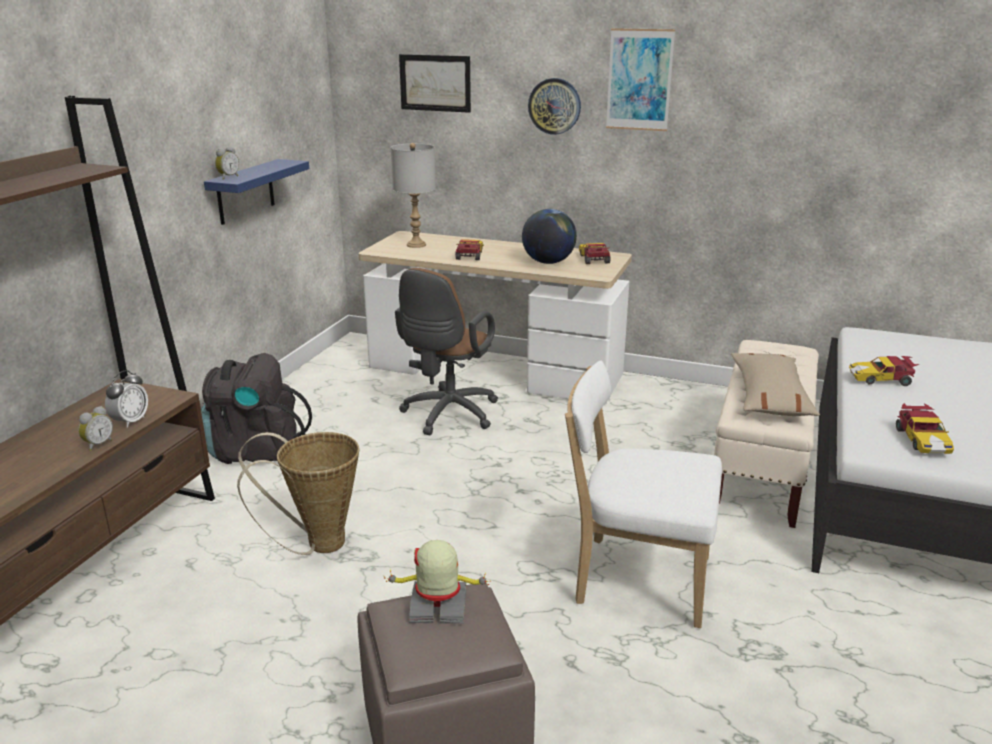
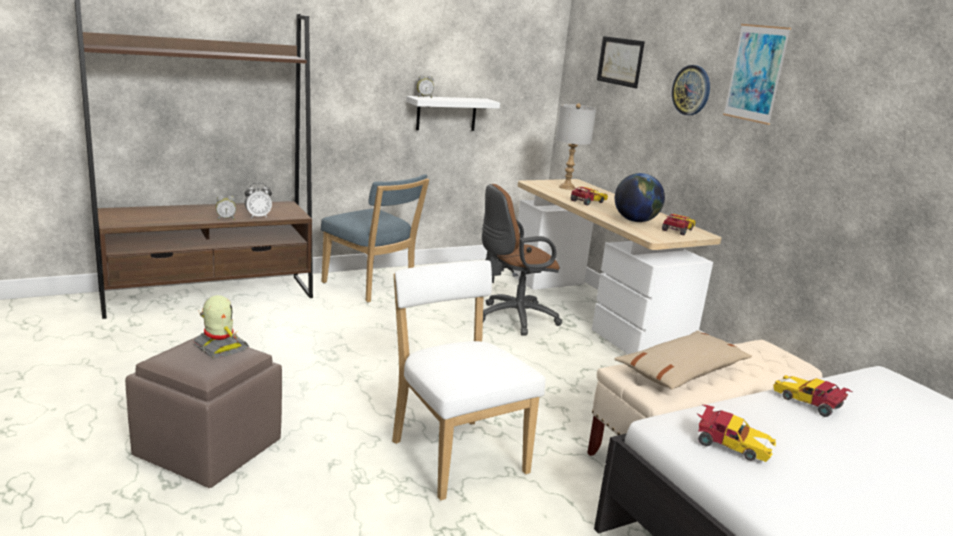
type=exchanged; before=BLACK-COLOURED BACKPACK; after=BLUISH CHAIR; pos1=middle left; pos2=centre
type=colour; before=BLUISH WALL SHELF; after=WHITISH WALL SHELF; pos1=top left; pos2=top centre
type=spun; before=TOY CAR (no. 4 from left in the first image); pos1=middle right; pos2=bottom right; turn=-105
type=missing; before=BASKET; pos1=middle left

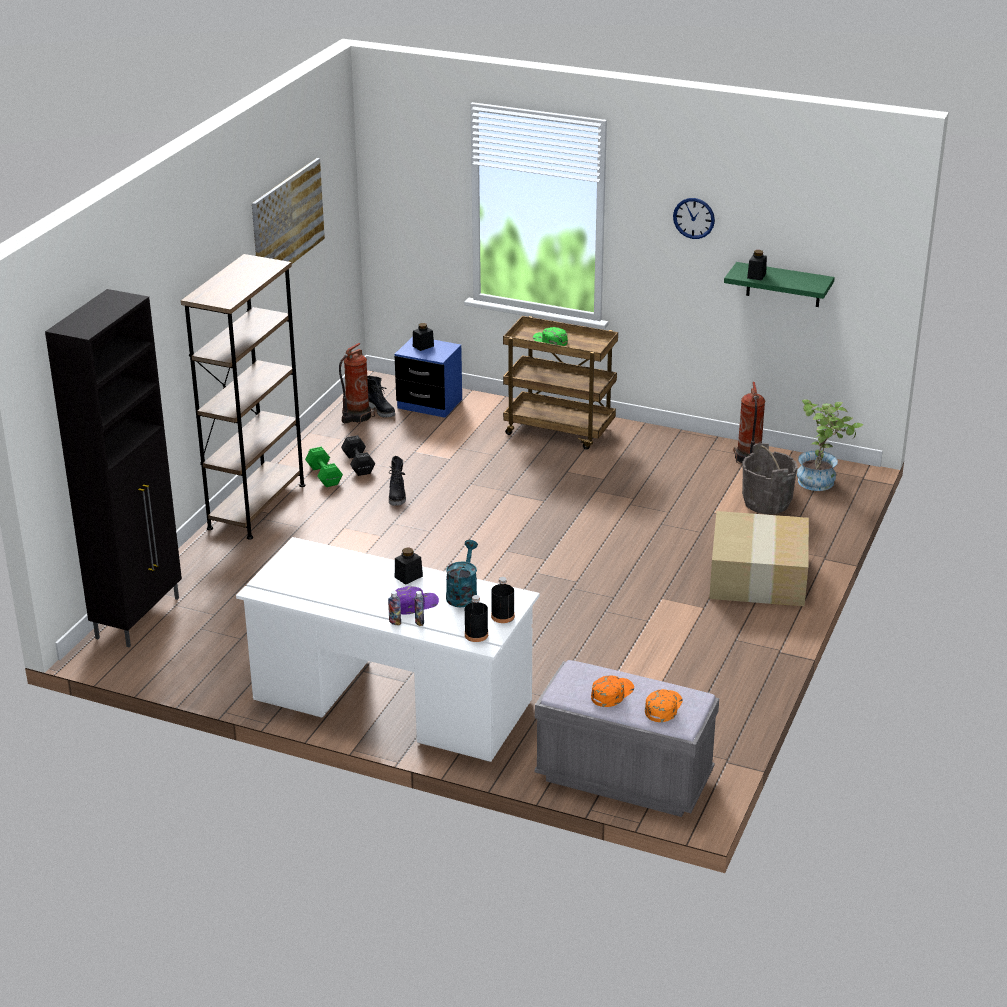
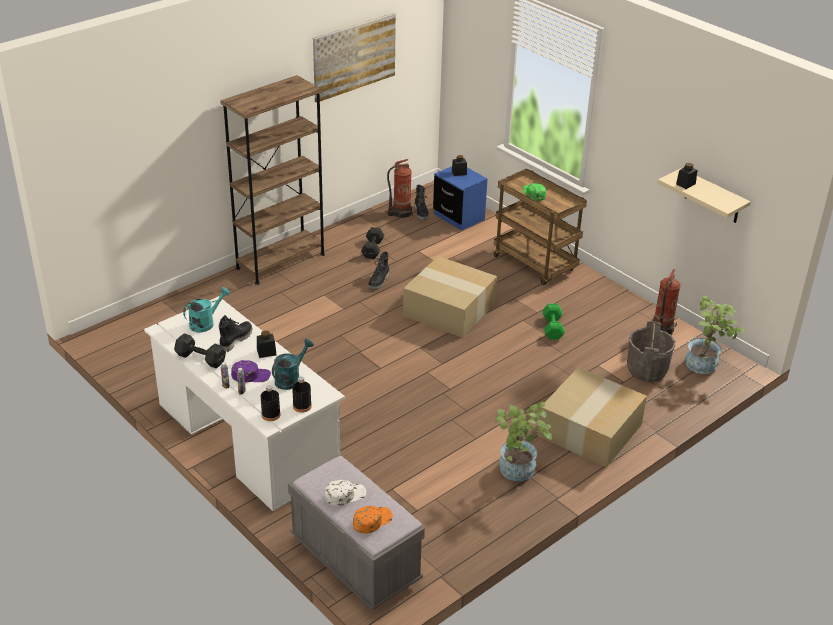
type=appeared; after=BLACK-COLOURED HAND WEIGHT (no. 1 from left); pos2=middle left
type=appeared; after=TURQUOISE SPRINKLING CAN (no. 1 from left); pos2=middle left
type=appeared; after=BLACK-COLOURED BOOT (no. 1 from left); pos2=middle left
type=colour; before=ORANGEY CAP (no. 1 from left); after=WHITISH CAP; pos1=bottom centre; pos2=bottom centre
type=appeared; after=CARDBOARD BOX (no. 1 from left); pos2=centre
type=appeared; after=PLANT IN A POT (no. 1 from left); pos2=bottom centre
type=relocated; before=GREEN HAND WEIGHT; pos1=middle left; pos2=centre
type=colour; before=GREEN WALL SHELF; after=BEIGE WALL SHELF; pos1=top right; pos2=top right
type=missing; before=BLACK-COLOURED CABINET; pos1=middle left
type=missing; before=WALL CLOCK; pos1=top right

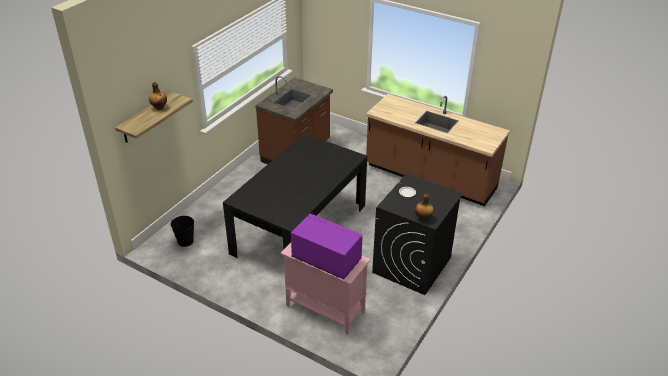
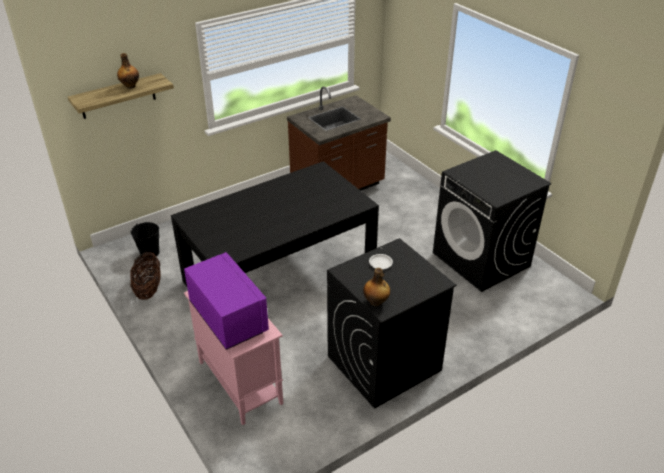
type=appeared; after=BASKET; pos2=middle left
type=exchanged; before=BROWNISH COUNTER (no. 2 from left); after=BLACK-COLOURED LAUNDRY MACHINE (no. 2 from left); pos1=centre; pos2=middle right

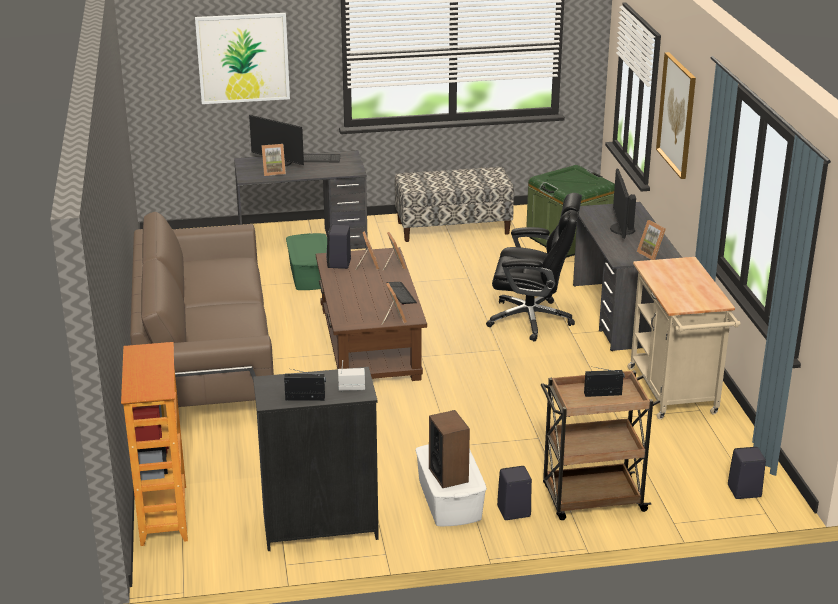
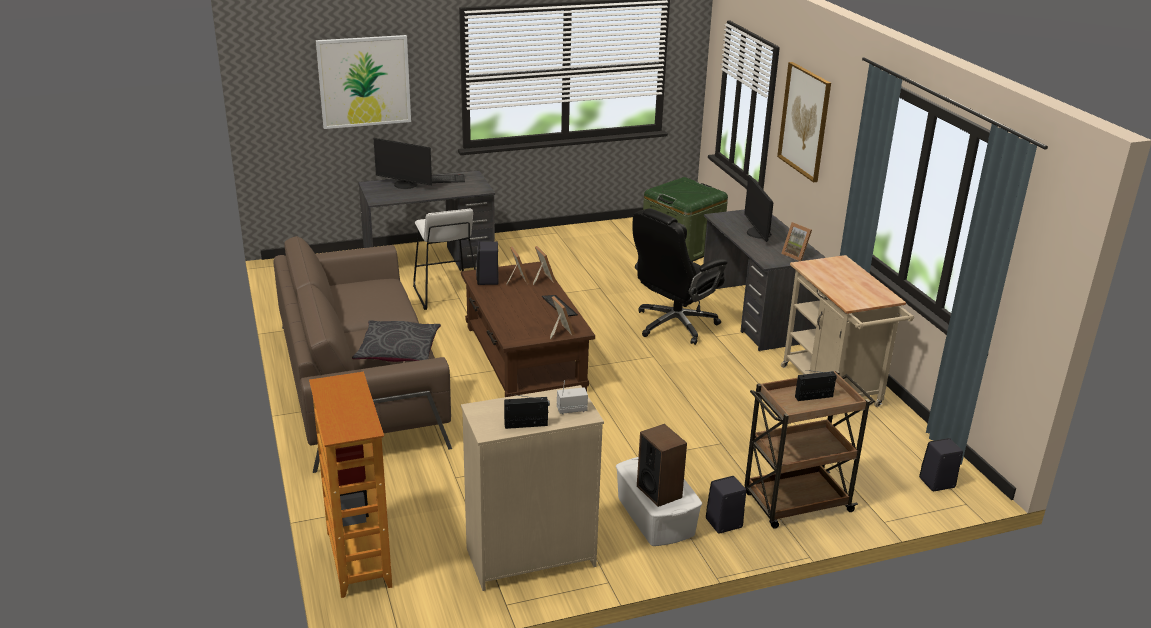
type=appeared; after=GREY THROW PILLOW; pos2=centre
type=exchanged; before=GREEN STORAGE CONTAINER (no. 1 from left); after=WHITISH SITTING STOOL; pos1=centre; pos2=centre
type=colour; before=BLACK-COLOURED DRESSER; after=BEIGE DRESSER; pos1=bottom centre; pos2=bottom centre
type=spun; before=BLACK-COLOURED OFFICE CHAIR; pos1=centre; pos2=centre; turn=135
type=missing; before=STANDING FRAME (no. 1 from left); pos1=top left
type=missing; before=BENCH; pos1=centre

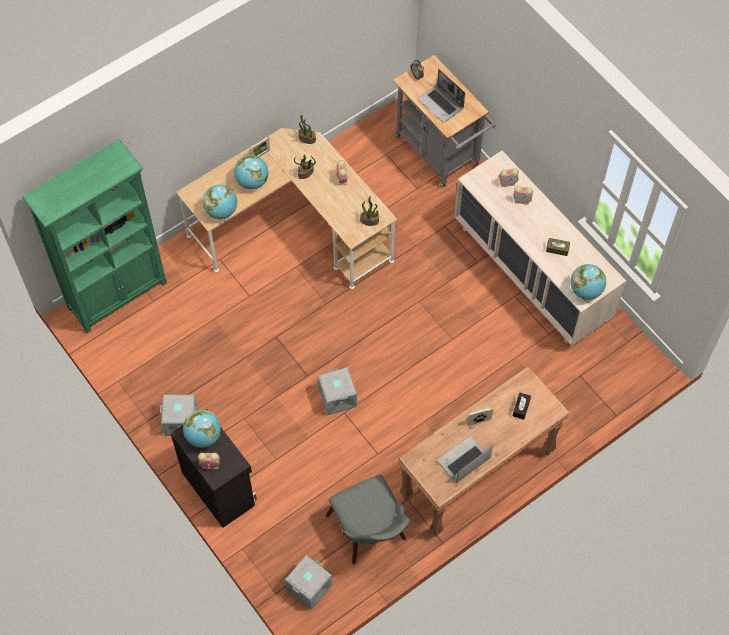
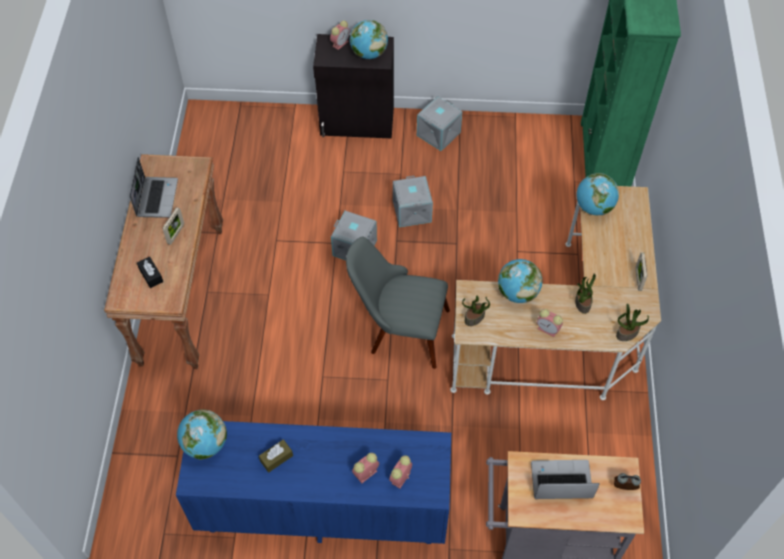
type=colour; before=BEIGE DRESSER; after=BLUISH DRESSER; pos1=middle right; pos2=bottom centre
type=relocated; before=GREY CHAIR; pos1=bottom centre; pos2=centre
type=relocated; before=GREY STORAGE CONTAINER (no. 2 from left); pos1=bottom centre; pos2=centre
type=relocated; before=DESK GLOBE (no. 3 from left); pos1=top centre; pos2=centre

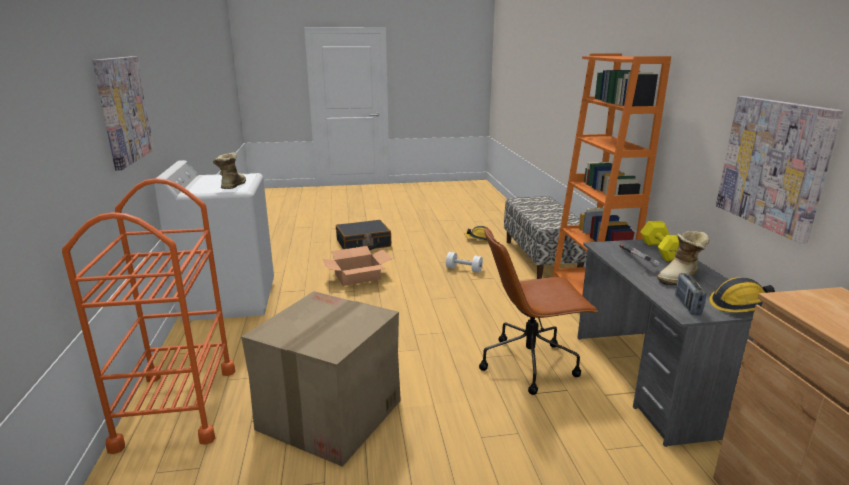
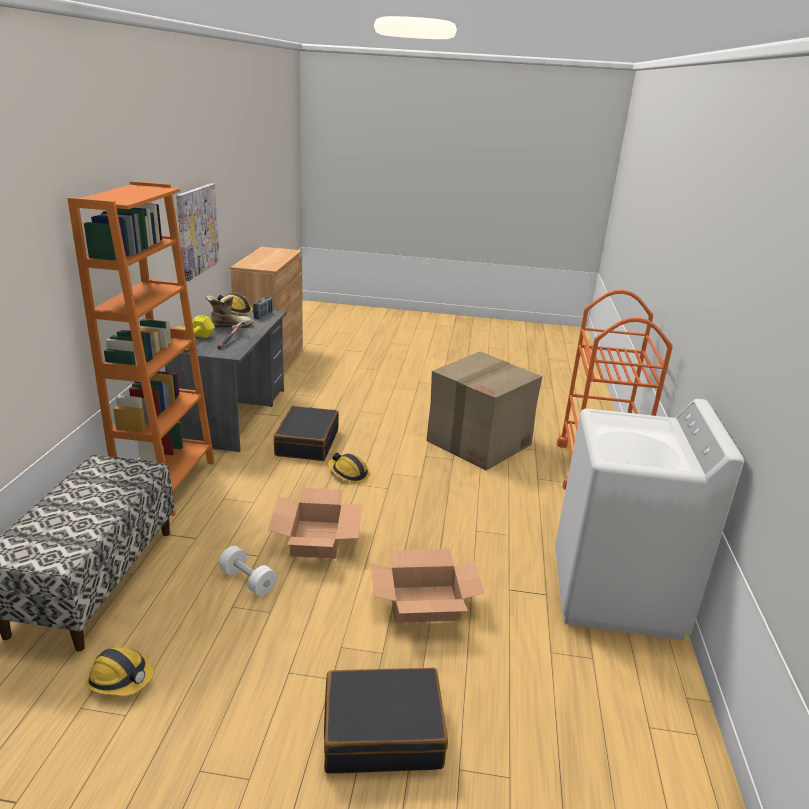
type=appeared; after=CARDBOARD BOX (no. 1 from left); pos2=centre
type=exchanged; before=BROWNISH OFFICE CHAIR; after=BLACK-COLOURED TRAVEL CASE (no. 1 from left); pos1=centre; pos2=centre
type=appeared; after=SAFETY HELMET (no. 3 from left); pos2=centre
type=missing; before=WALL PICTURE (no. 1 from left); pos1=top left
type=missing; before=BOOT (no. 1 from left); pos1=middle left

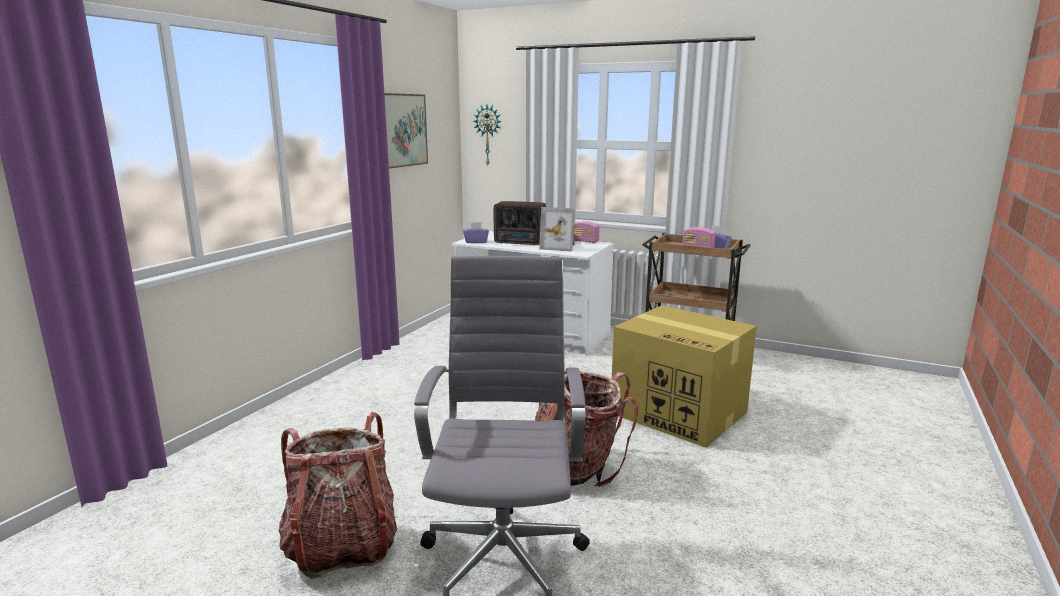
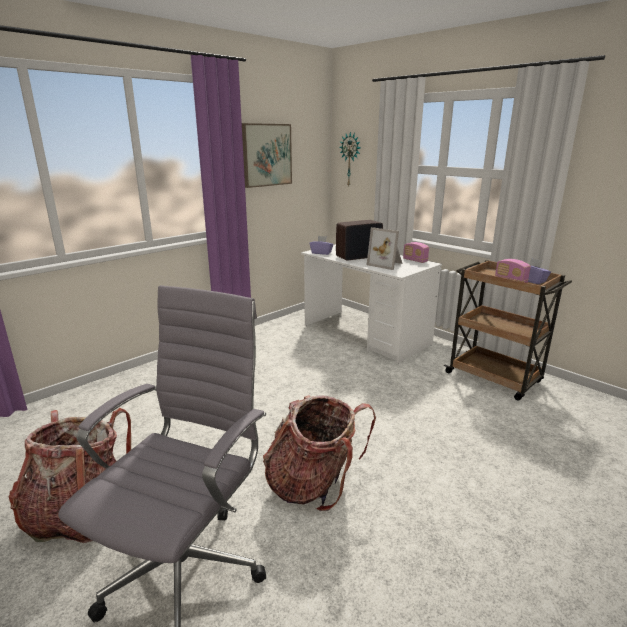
type=spun; before=RADIO RECEIVER (no. 1 from left); pos1=centre; pos2=centre; turn=120
type=missing; before=CARDBOARD BOX; pos1=centre

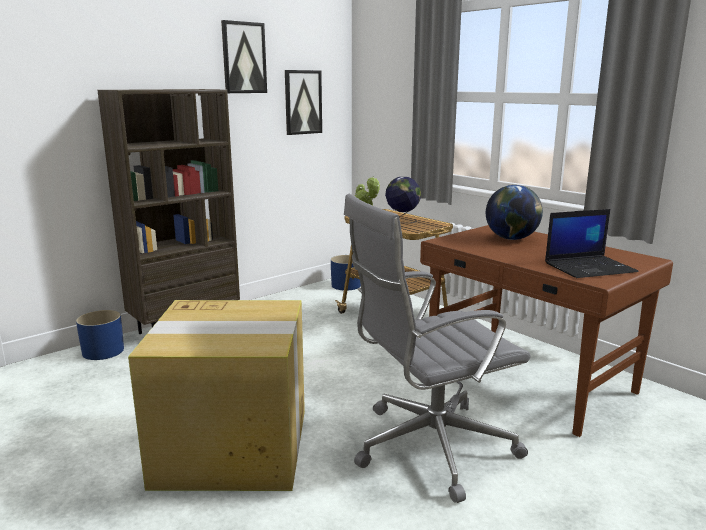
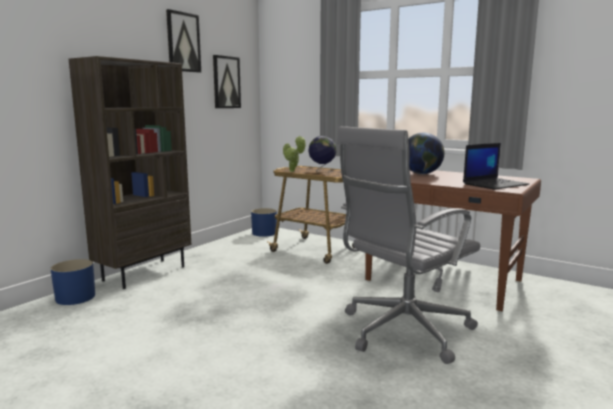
type=missing; before=CARDBOARD BOX; pos1=bottom left

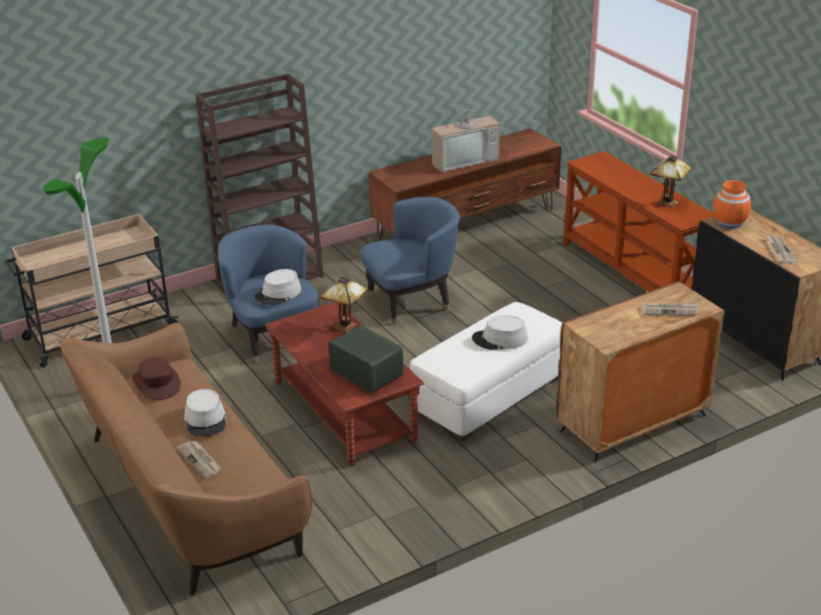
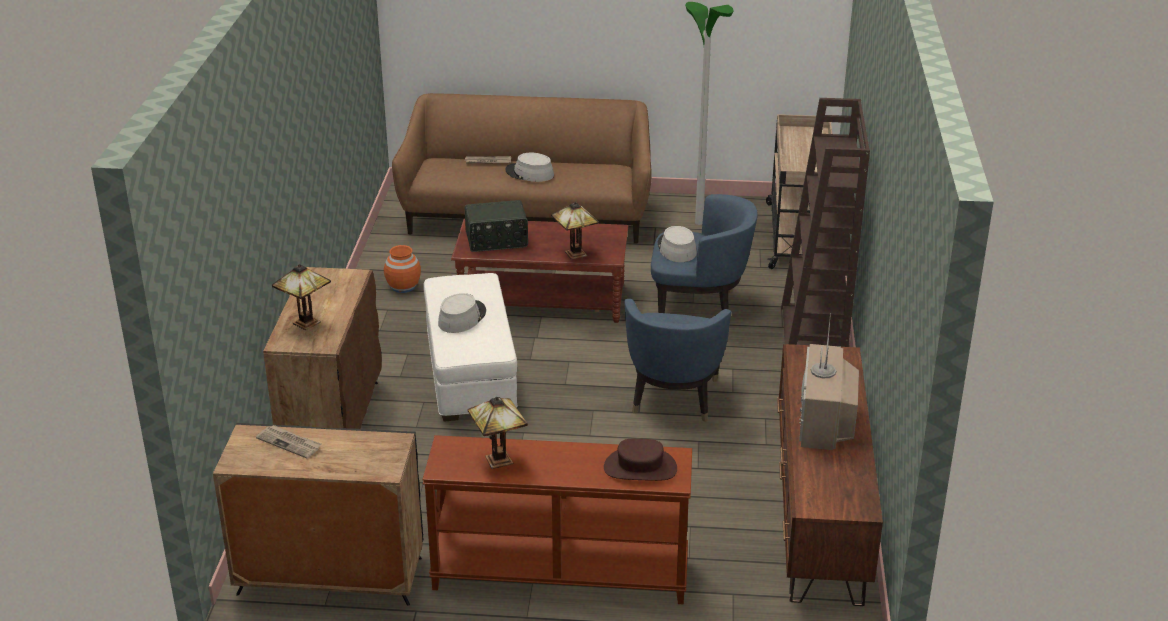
type=exchanged; before=PRINTED PAPER (no. 2 from left); after=TABLETOP LAMP (no. 1 from left); pos1=middle right; pos2=middle left
type=relocated; before=ORANGEY FLOWER VASE; pos1=top right; pos2=centre
type=relocated; before=BROWNISH HAT; pos1=middle left; pos2=bottom centre

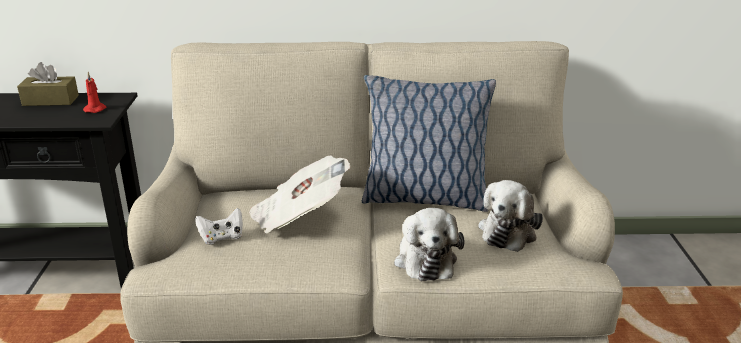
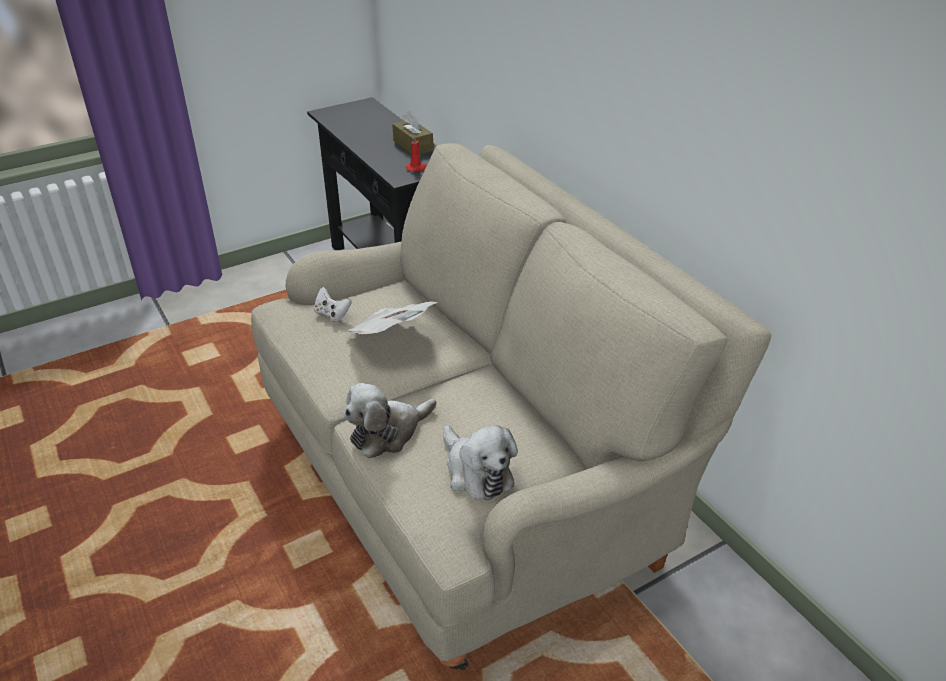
type=spun; before=SOFT TOY (no. 2 from left); pos1=middle right; pos2=bottom centre; turn=-120
type=missing; before=THROW PILLOW; pos1=centre

